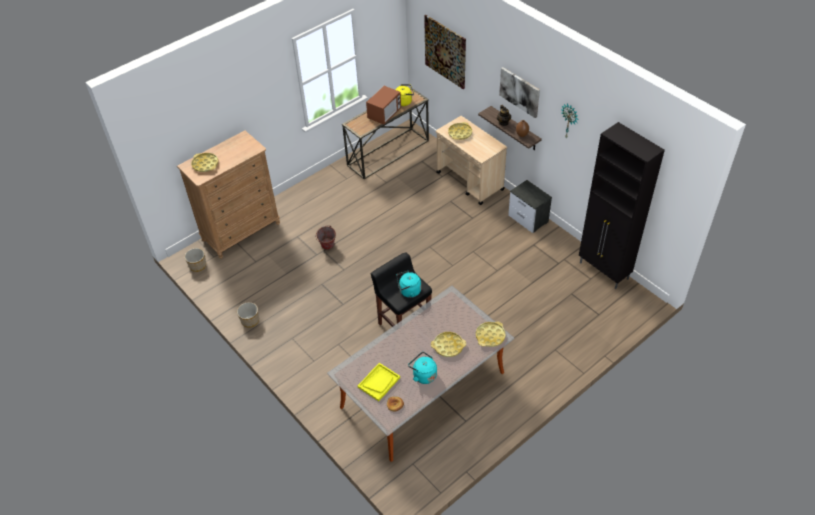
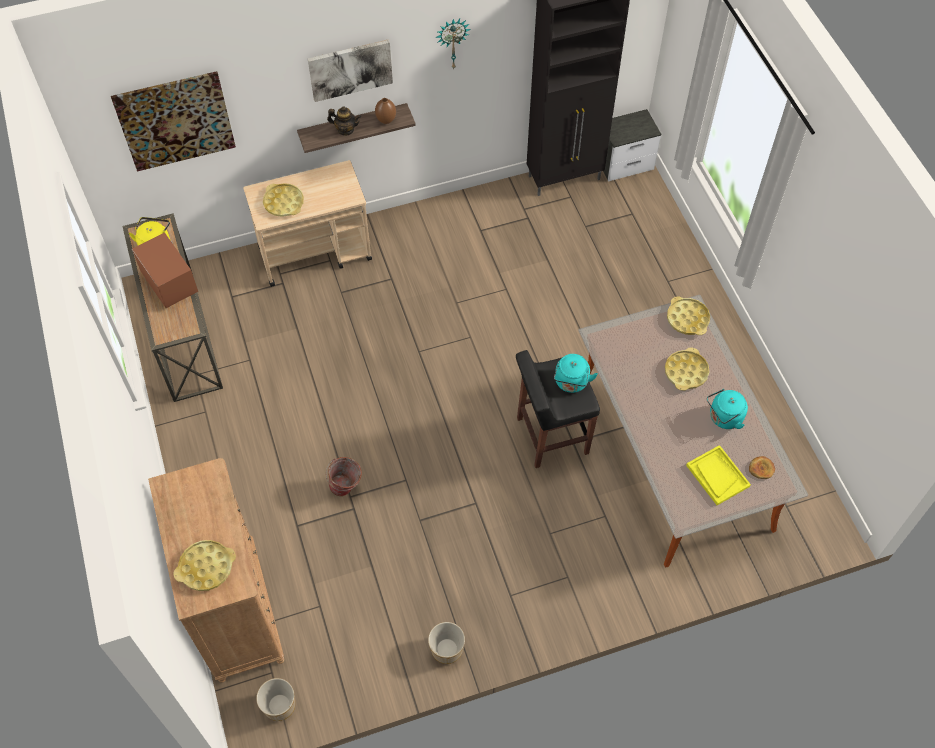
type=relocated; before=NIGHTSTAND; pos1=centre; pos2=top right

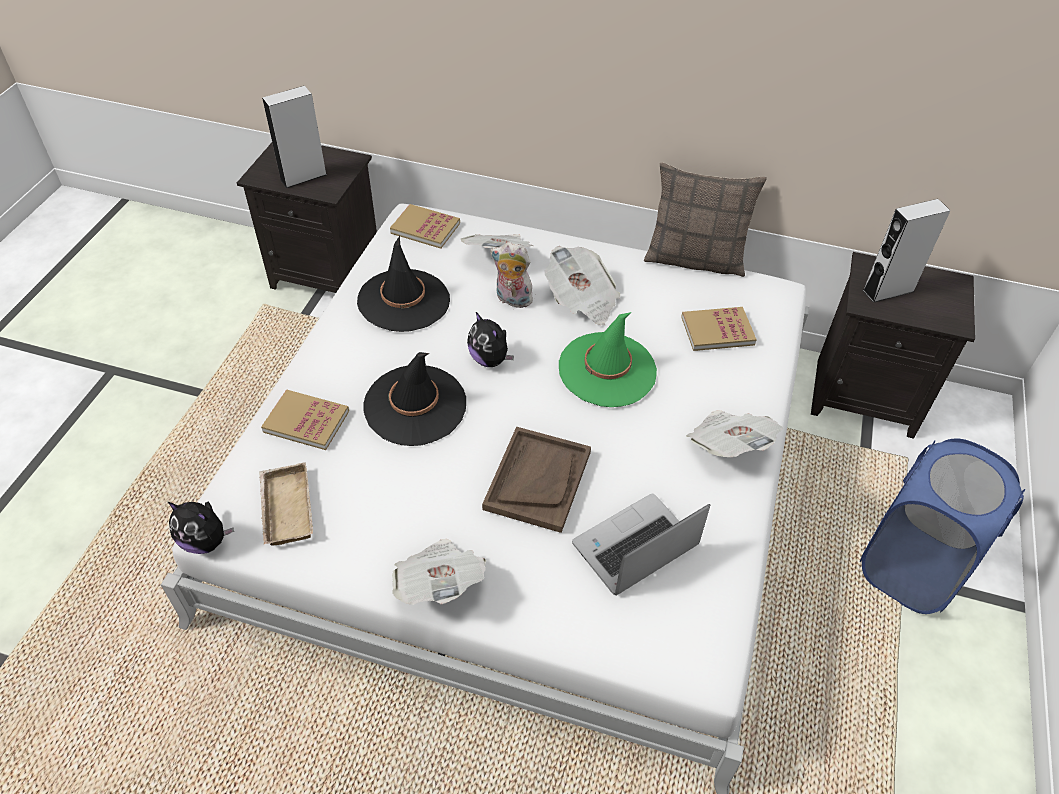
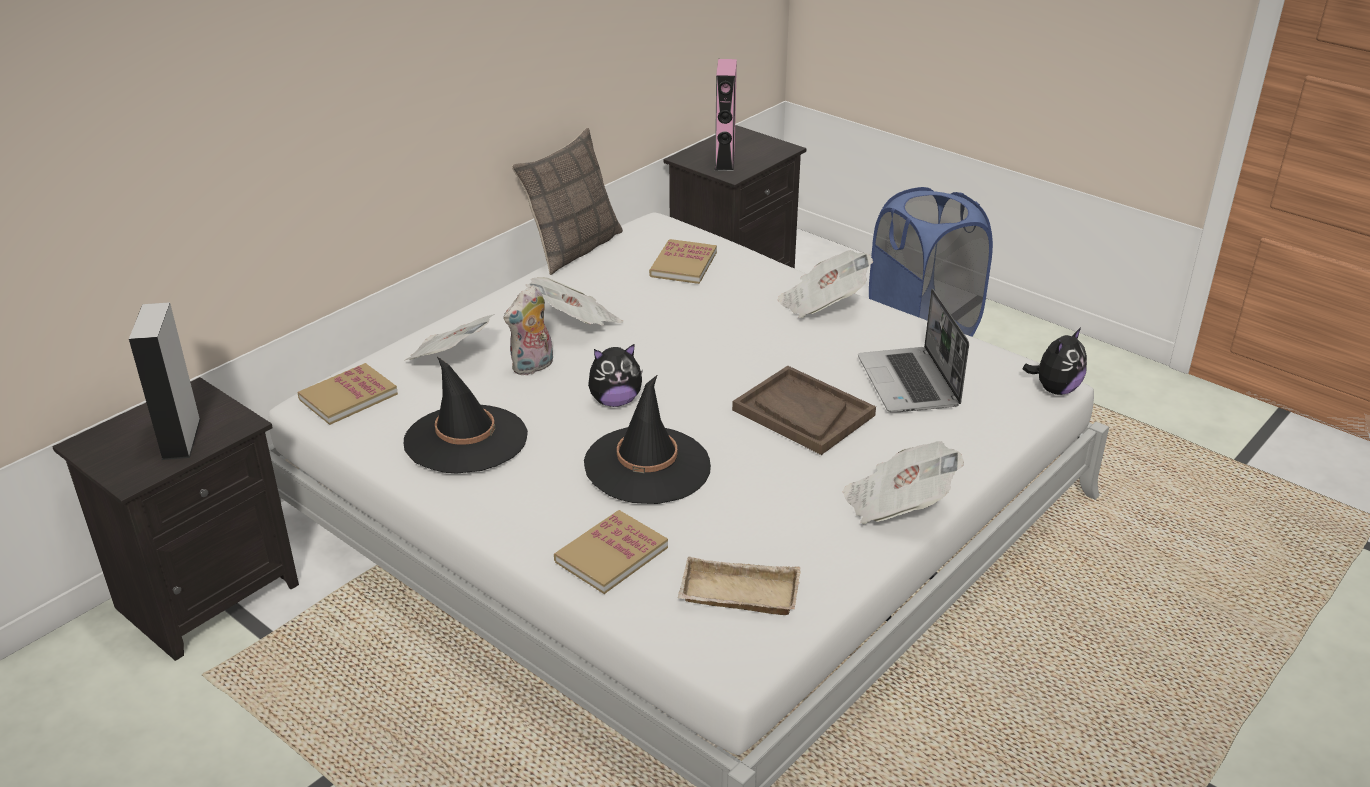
type=colour; before=GREY SPEAKER (no. 2 from left); after=PINKISH SPEAKER; pos1=top right; pos2=top centre
type=relocated; before=SOFT TOY (no. 1 from left in the first image); after=SOFT TOY (no. 3 from left); pos1=middle left; pos2=middle right
type=missing; before=GREEN HAT; pos1=centre

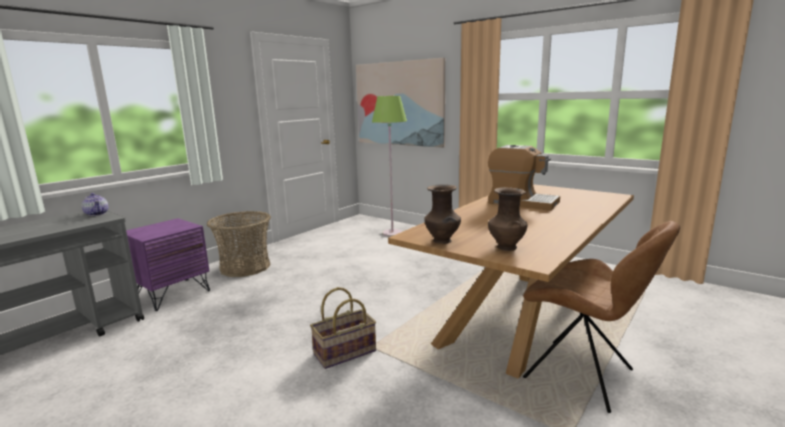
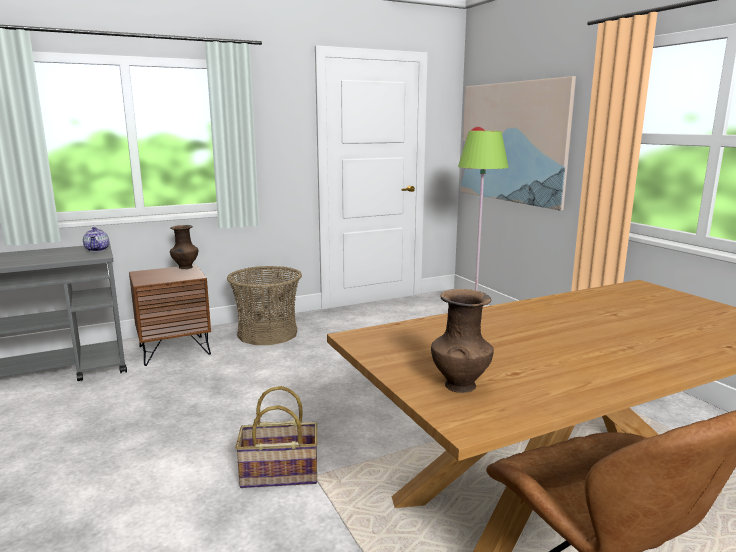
type=colour; before=PURPLE NIGHTSTAND; after=BROWNISH NIGHTSTAND; pos1=middle left; pos2=middle left
type=relocated; before=BROWNISH FLOWER VASE (no. 1 from left); pos1=centre; pos2=middle left
type=missing; before=COFFEE BREWER; pos1=middle right

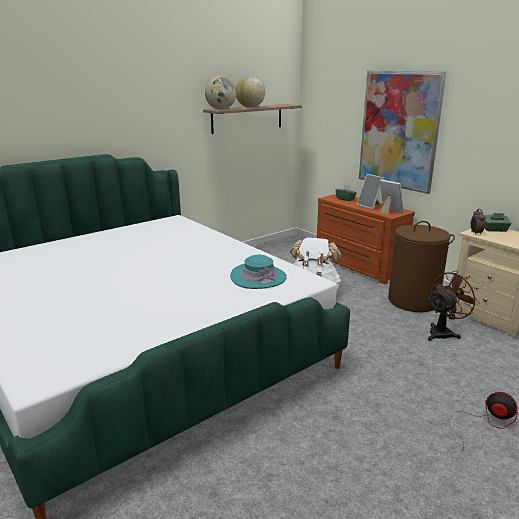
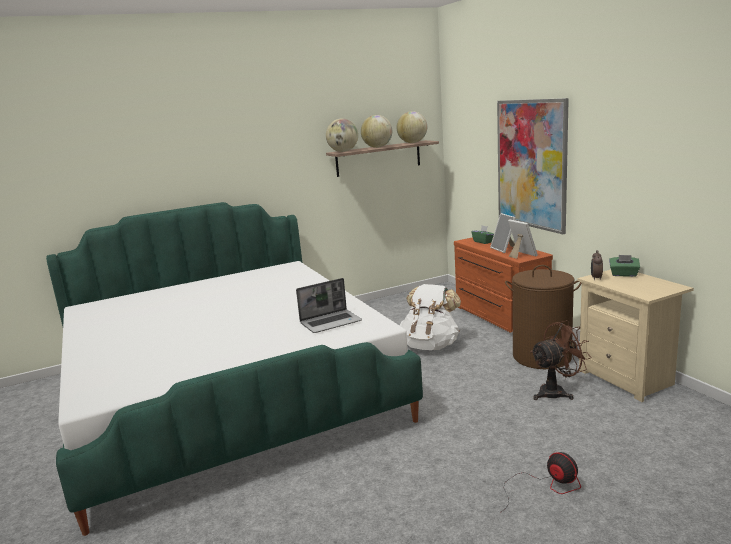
type=exchanged; before=TURQUOISE HAT; after=NOTEBOOK COMPUTER; pos1=centre; pos2=centre
type=appeared; after=DESK GLOBE (no. 3 from left); pos2=top centre

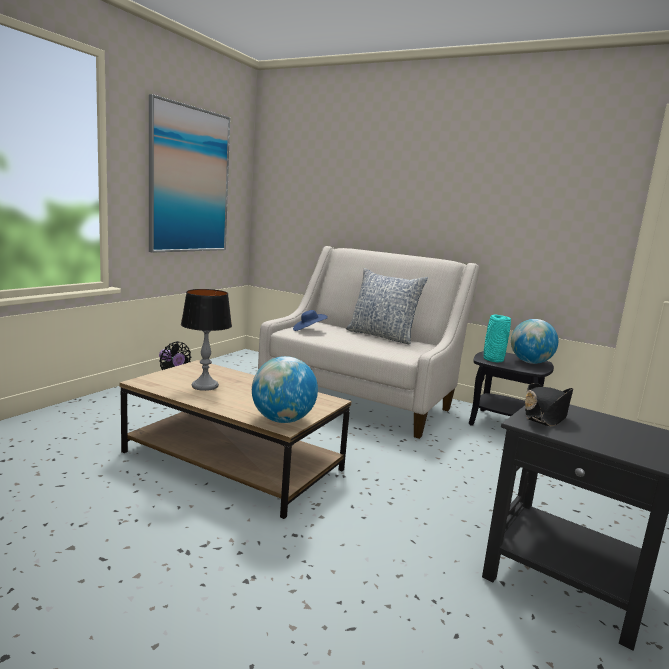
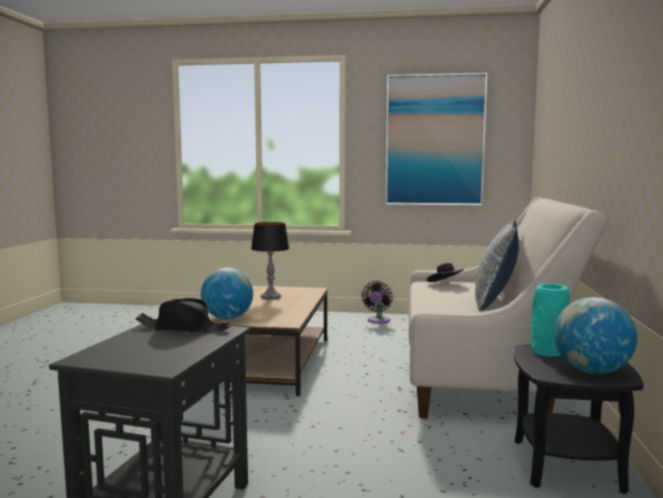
type=colour; before=BLUISH HAT; after=BLACK-COLOURED HAT (no. 2 from left); pos1=centre; pos2=middle right

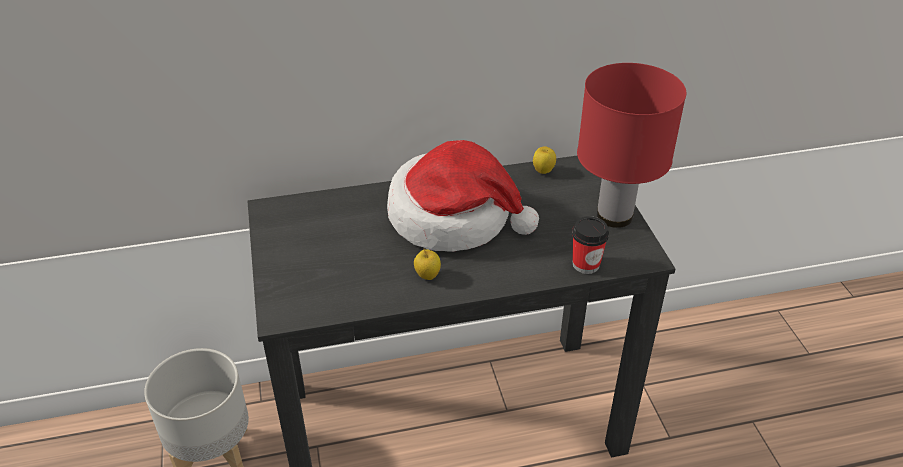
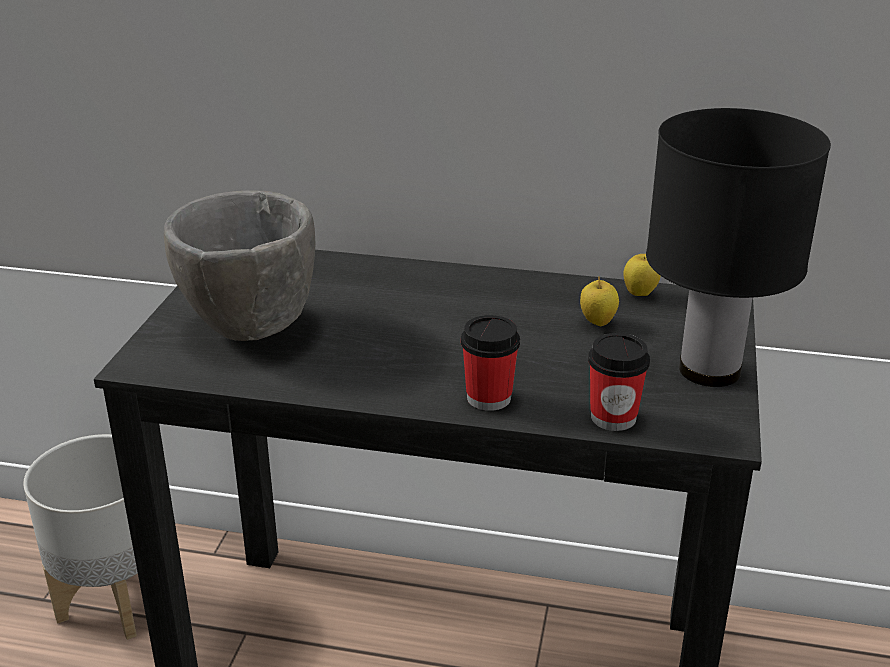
type=appeared; after=GREY DEEP DISH; pos2=middle left
type=appeared; after=DRINKING CUP (no. 1 from left); pos2=centre
type=relocated; before=APPLE (no. 1 from left); pos1=centre; pos2=middle right
type=colour; before=RED TABLETOP LAMP; after=BLACK-COLOURED TABLETOP LAMP; pos1=top right; pos2=middle right
type=missing; before=HAT; pos1=centre

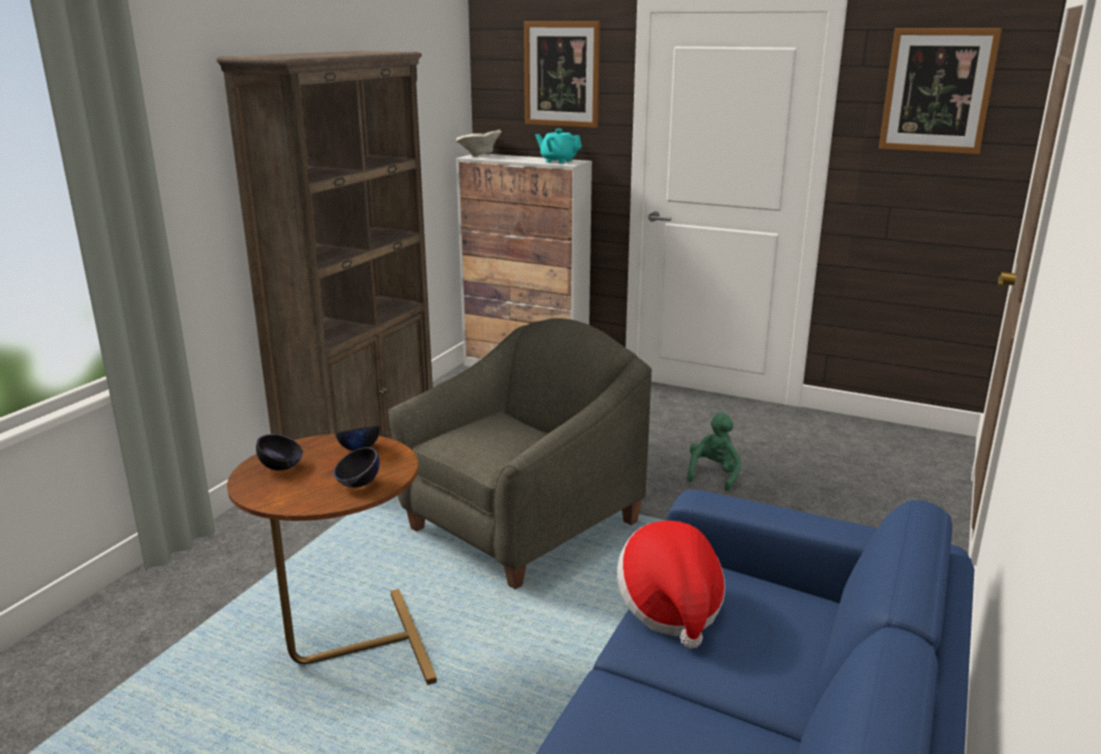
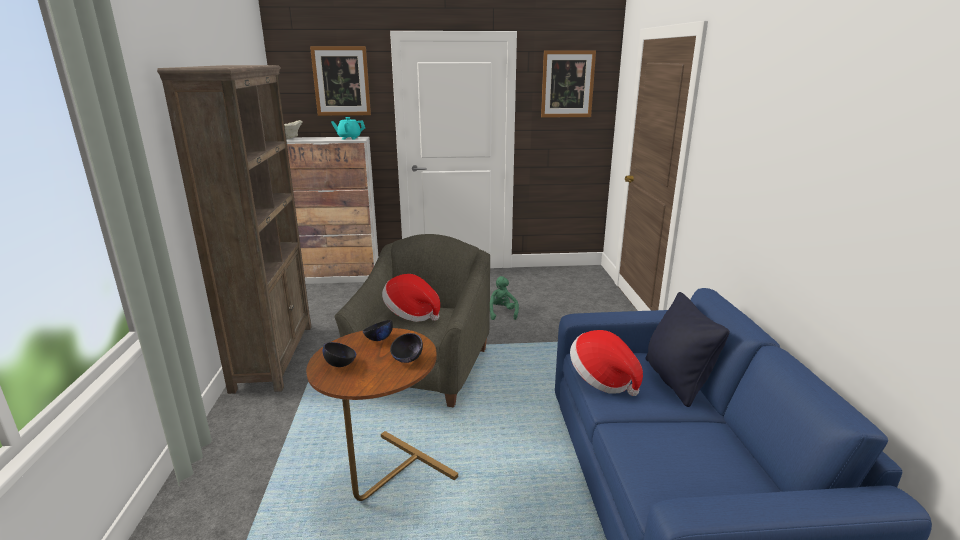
type=appeared; after=HAT (no. 1 from left); pos2=centre
type=appeared; after=BLACK-COLOURED THROW PILLOW; pos2=middle right

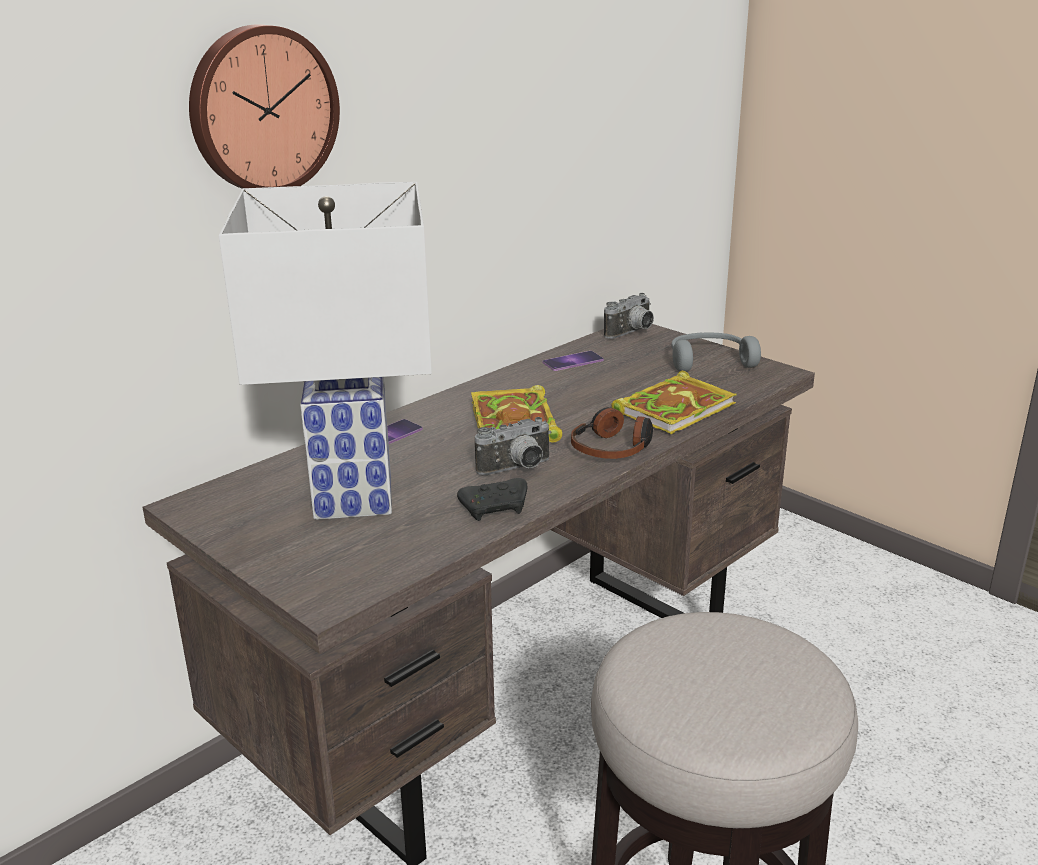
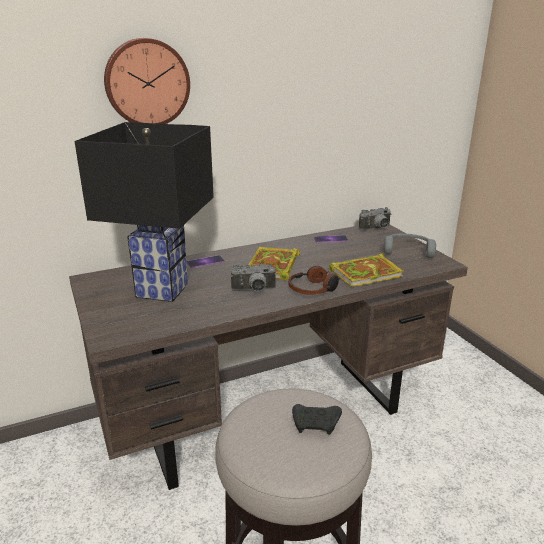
type=colour; before=WHITISH TABLETOP LAMP; after=BLACK-COLOURED TABLETOP LAMP; pos1=middle left; pos2=middle left
type=relocated; before=BLACK-COLOURED JOYPAD; pos1=centre; pos2=bottom centre

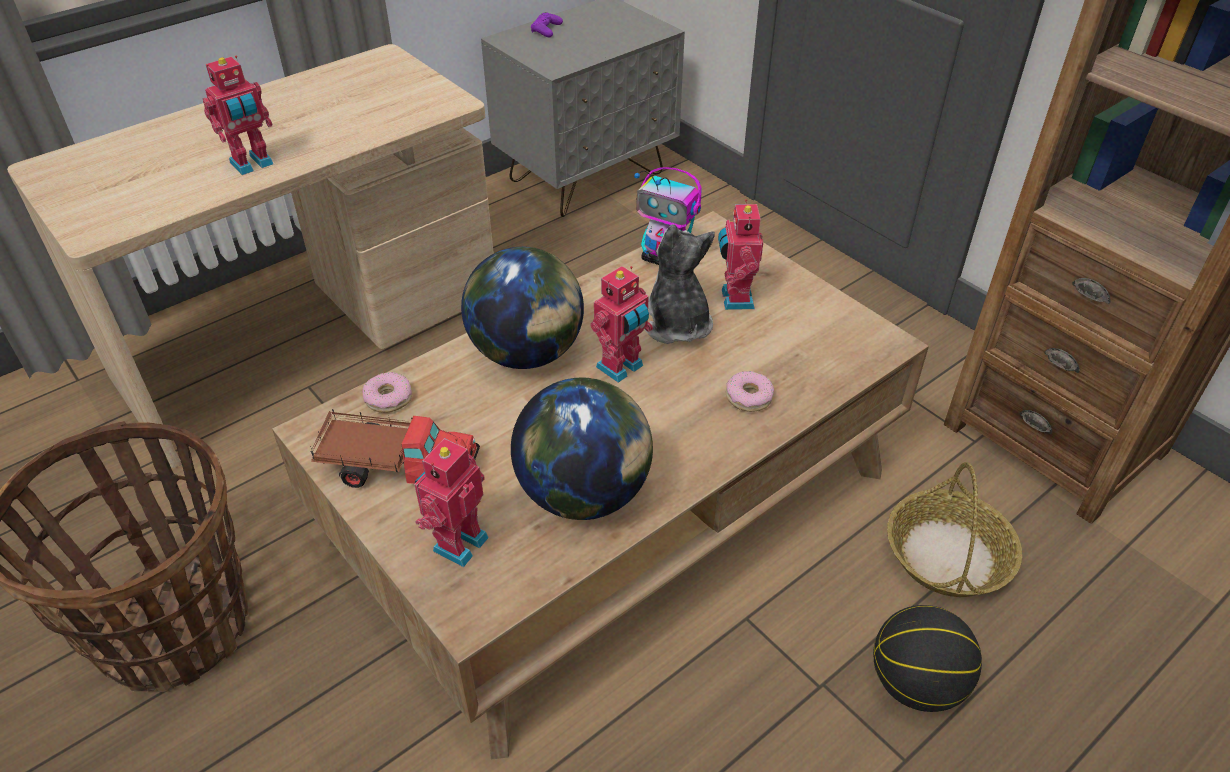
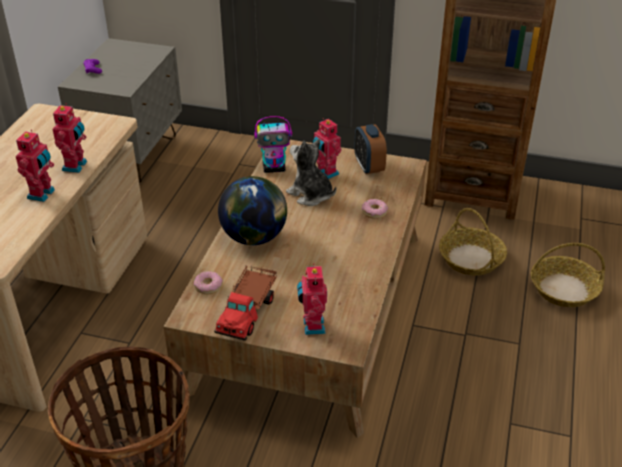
type=relocated; before=TOY ROBOT (no. 3 from left in the first image); after=TOY ROBOT (no. 2 from left); pos1=centre; pos2=top left
type=spun; before=TOY TRUCK; pos1=middle left; pos2=centre; turn=135
type=appeared; after=BEDSIDE CLOCK; pos2=top centre
type=appeared; after=BASKET (no. 3 from left); pos2=middle right
type=missing; before=DESK GLOBE (no. 2 from left); pos1=centre
type=missing; before=BASKETBALL BALL; pos1=bottom right

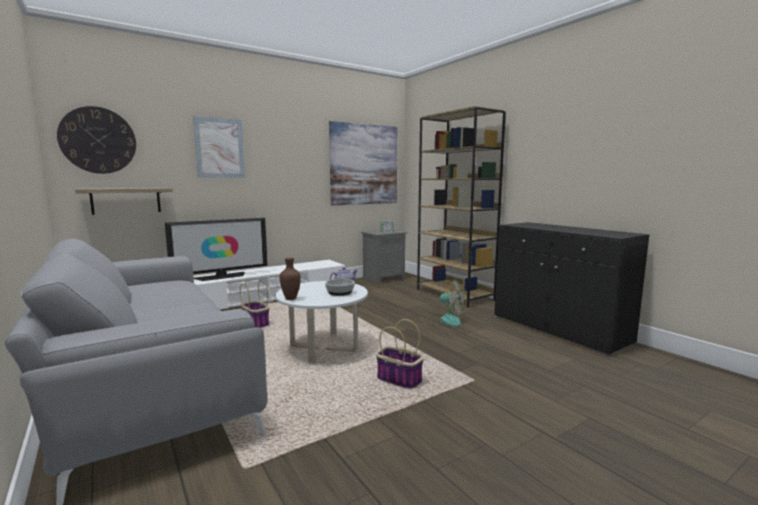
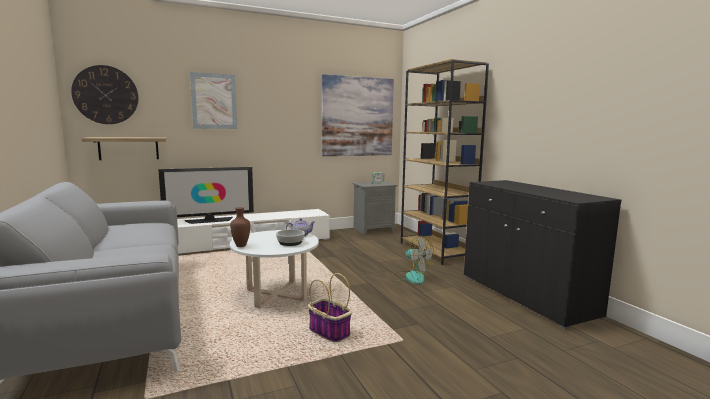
type=missing; before=BASKET (no. 1 from left); pos1=centre

